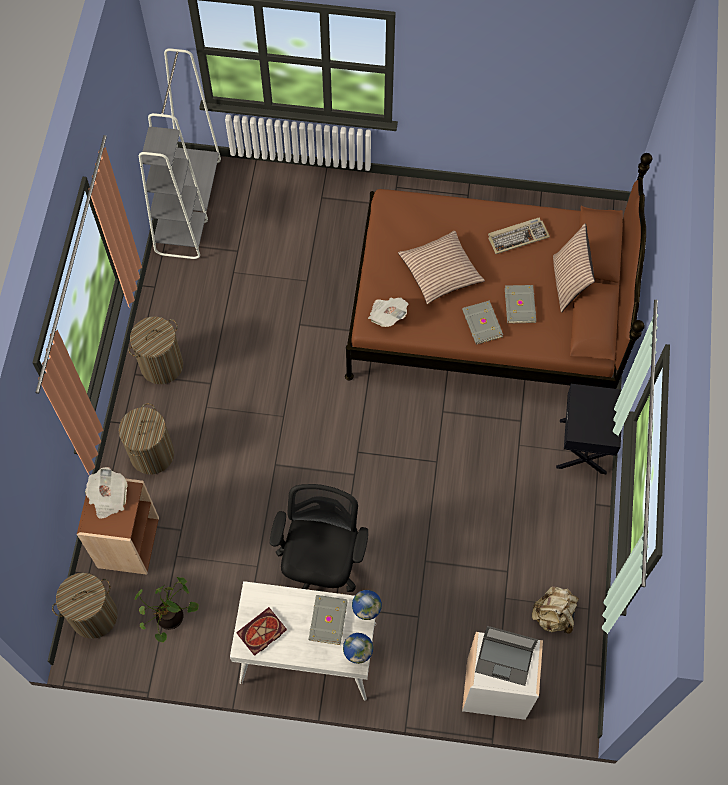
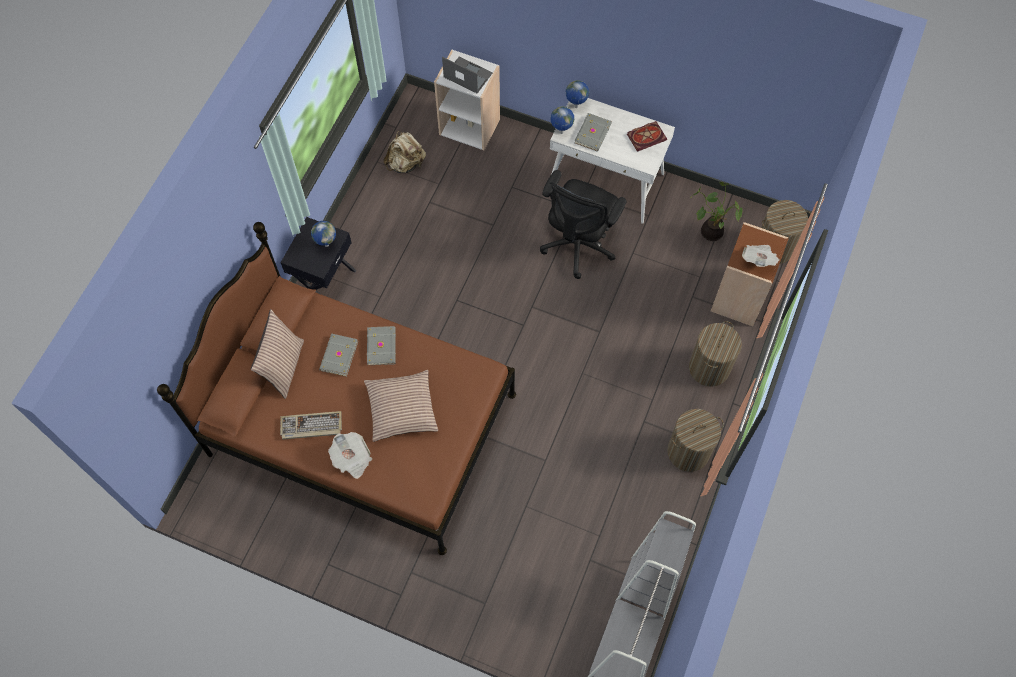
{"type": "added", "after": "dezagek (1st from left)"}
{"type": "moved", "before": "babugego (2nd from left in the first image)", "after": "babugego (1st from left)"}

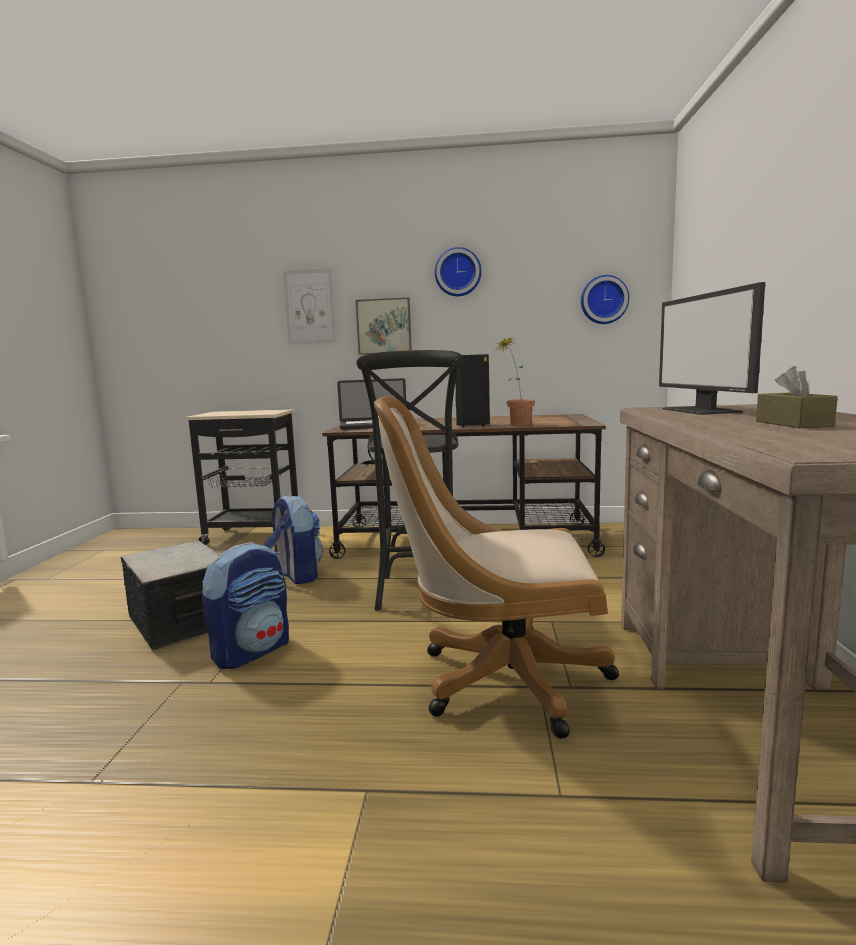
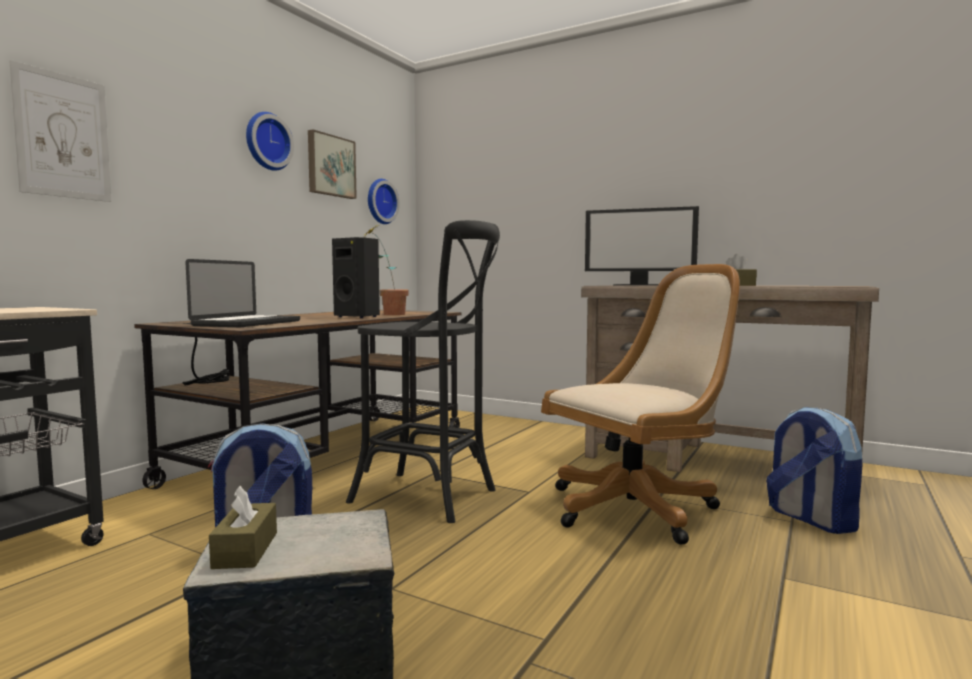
{"type": "added", "after": "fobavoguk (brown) (1st from left)"}
{"type": "moved", "before": "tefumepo (1st from left in the first image)", "after": "tefumepo (2nd from left)"}
{"type": "moved", "before": "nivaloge (2nd from left)"}
{"type": "turned", "before": "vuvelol", "turn": -150}

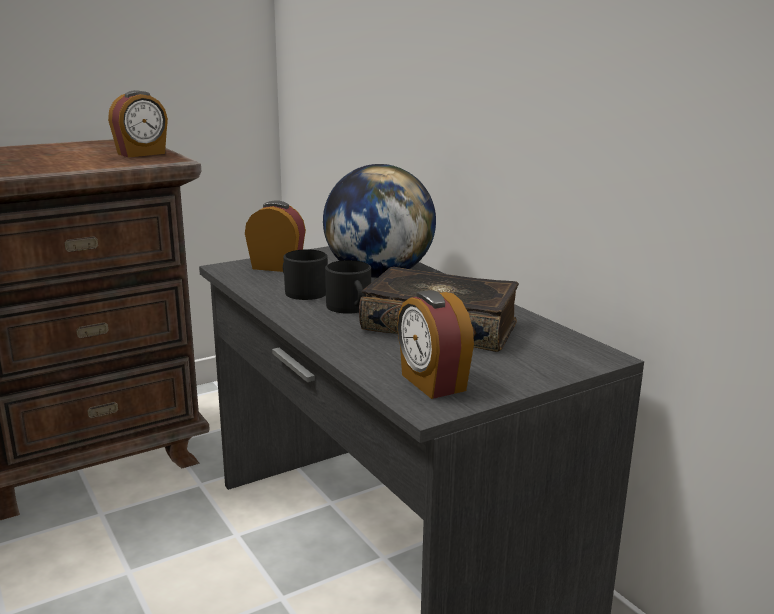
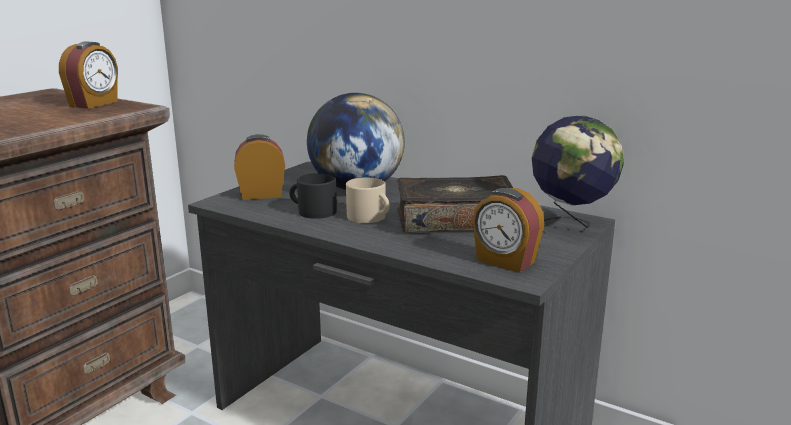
{"type": "added", "after": "dezagek (2nd from left)"}
{"type": "recoloured", "before": "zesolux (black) (2nd from left)", "after": "zesolux (beige)"}

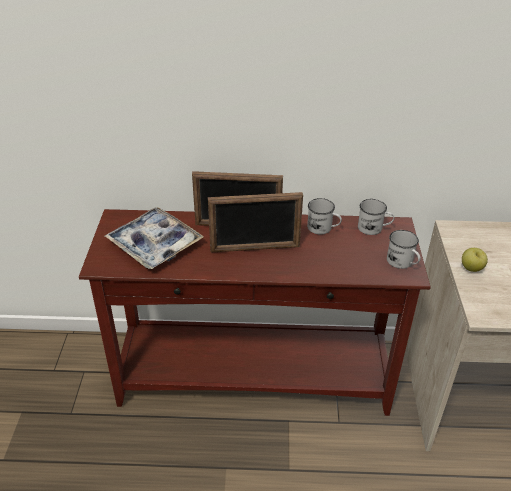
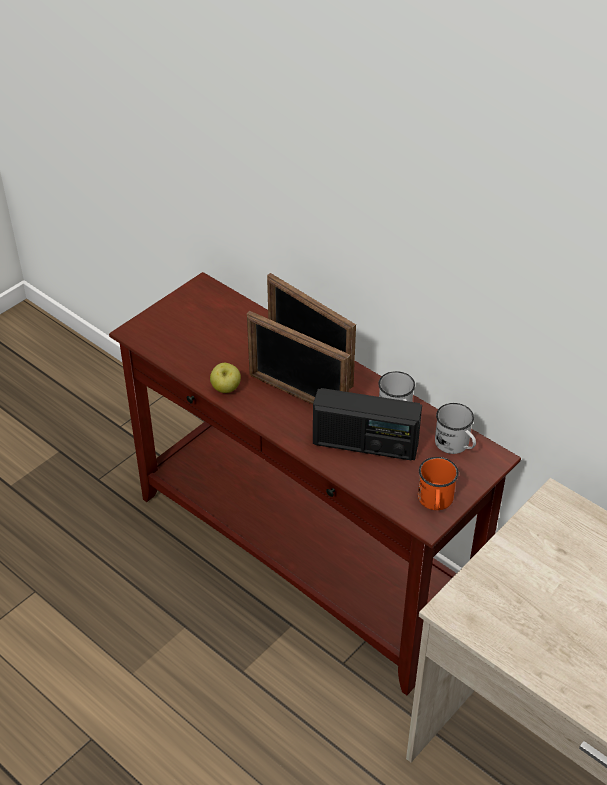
{"type": "removed", "before": "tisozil"}
{"type": "added", "after": "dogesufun"}
{"type": "moved", "before": "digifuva"}
{"type": "recoloured", "before": "zesolux (white) (3rd from left)", "after": "zesolux (orange)"}

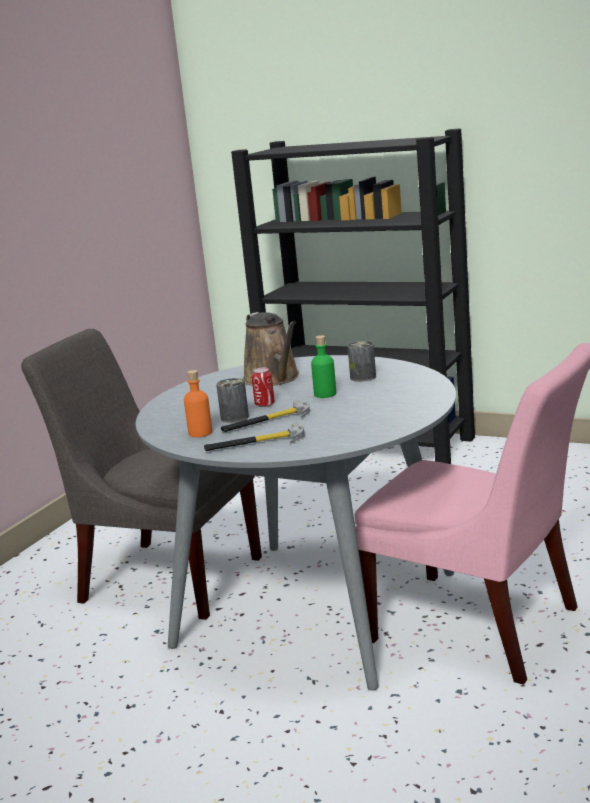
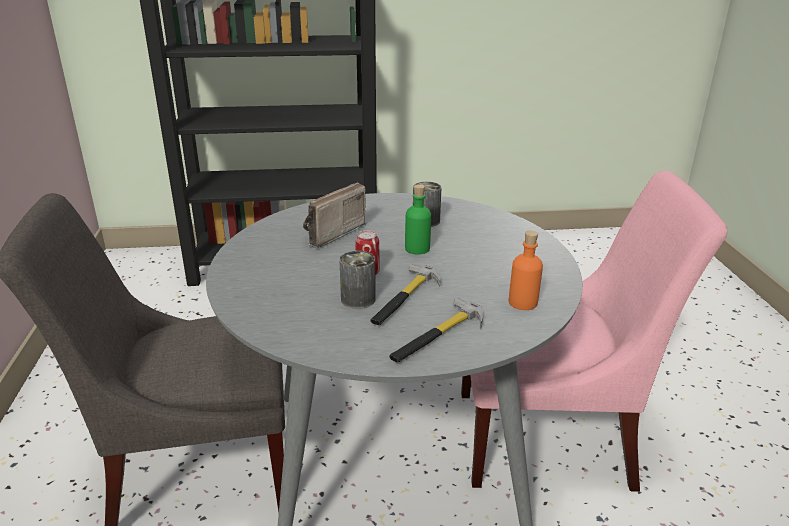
{"type": "moved", "before": "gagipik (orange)"}
{"type": "replaced", "before": "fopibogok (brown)", "after": "dogesufun"}

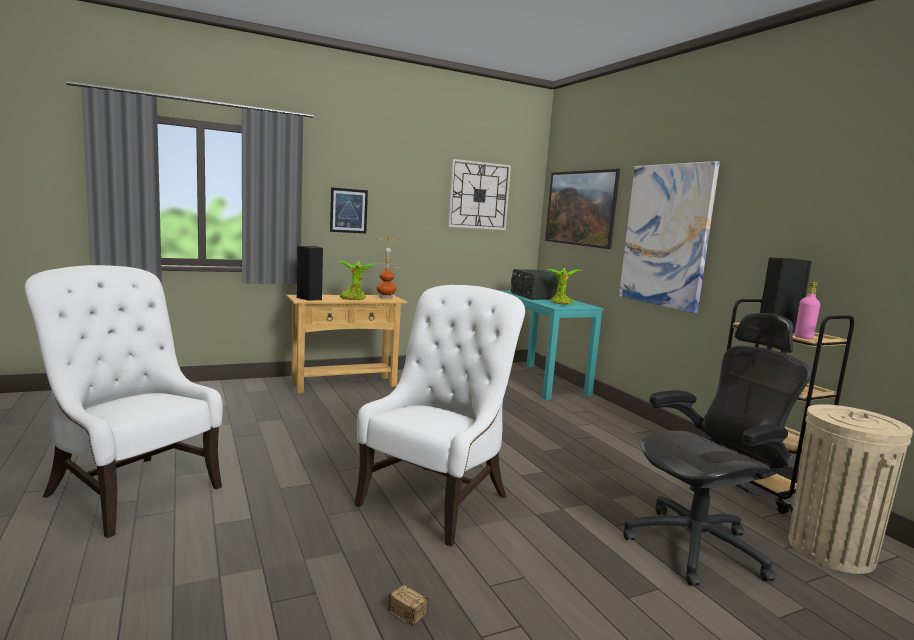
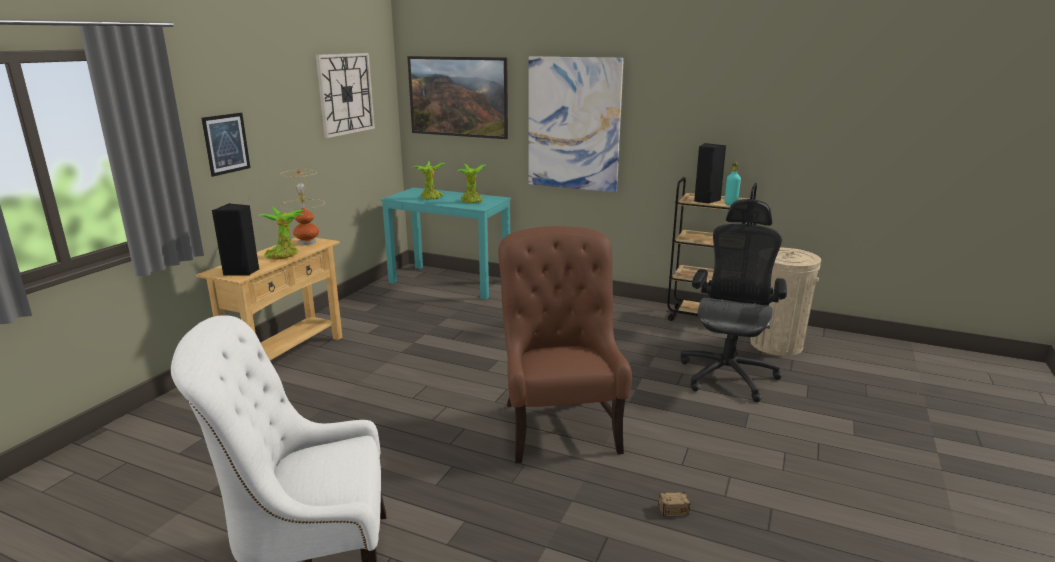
{"type": "replaced", "before": "dogesufun", "after": "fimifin (2nd from left)"}
{"type": "recoloured", "before": "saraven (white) (2nd from left)", "after": "saraven (brown)"}
{"type": "recoloured", "before": "gagipik (pink)", "after": "gagipik (turquoise)"}

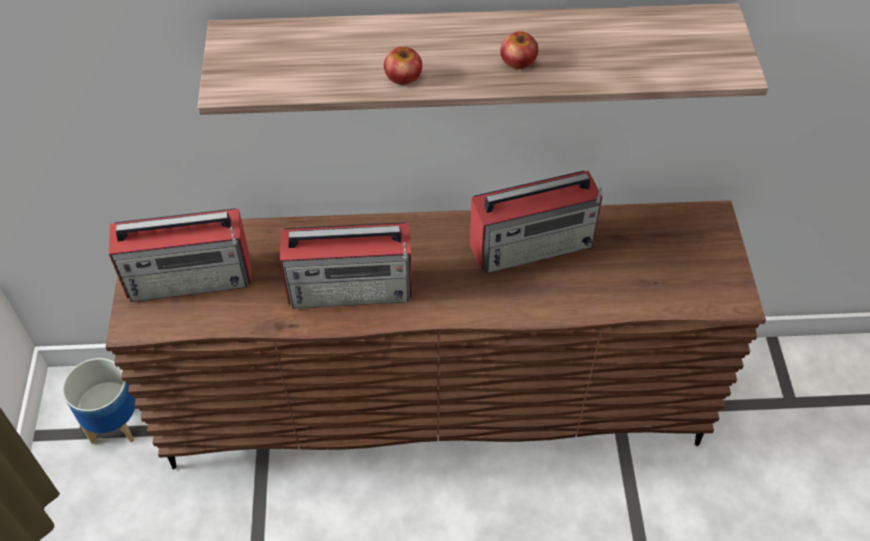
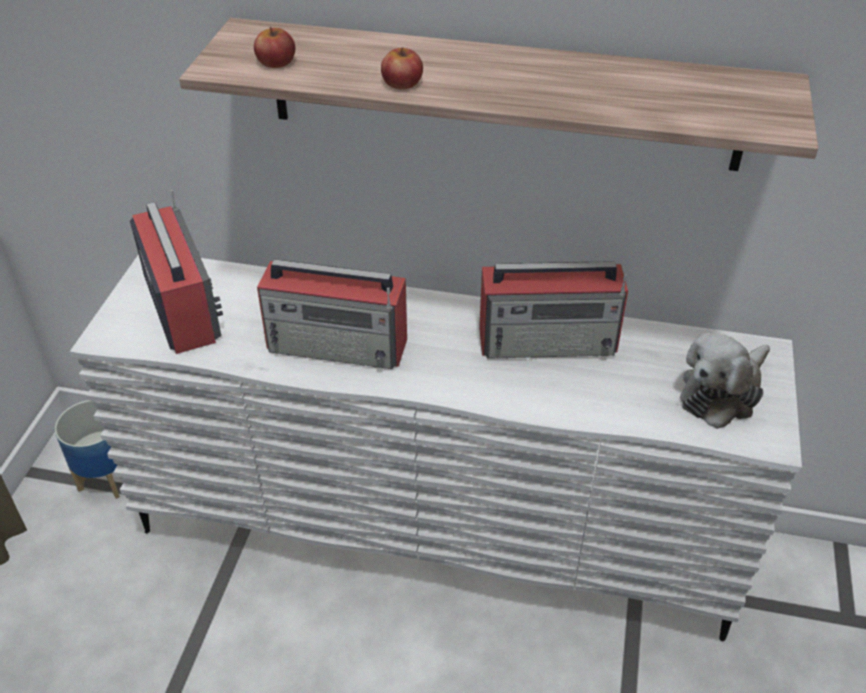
{"type": "added", "after": "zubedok"}
{"type": "moved", "before": "digifuva (2nd from left in the first image)", "after": "digifuva (1st from left)"}
{"type": "recoloured", "before": "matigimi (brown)", "after": "matigimi (white)"}
{"type": "turned", "before": "dogesufun (1st from left)", "turn": -120}

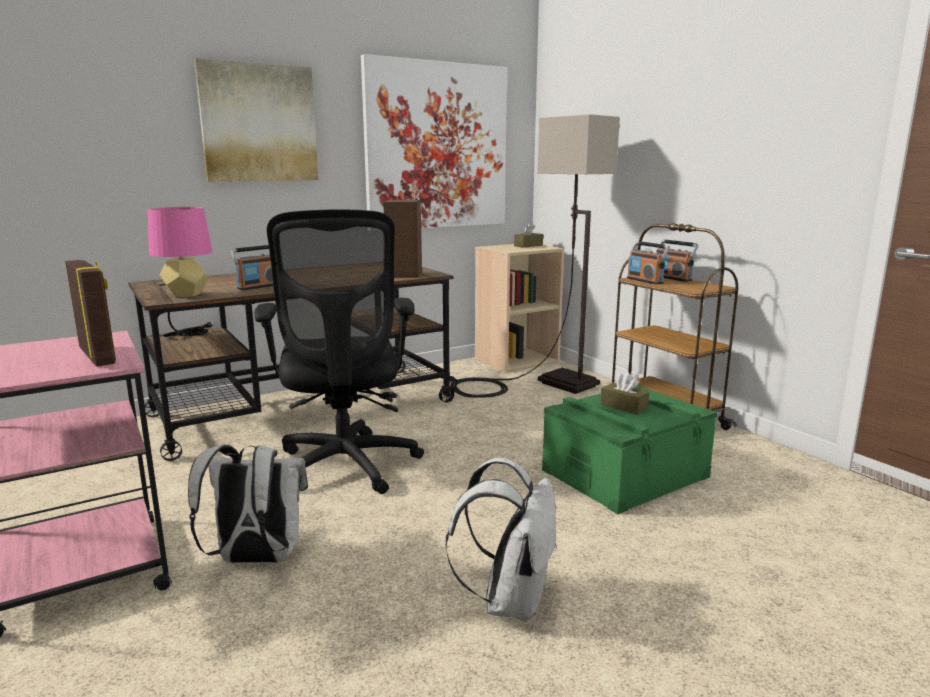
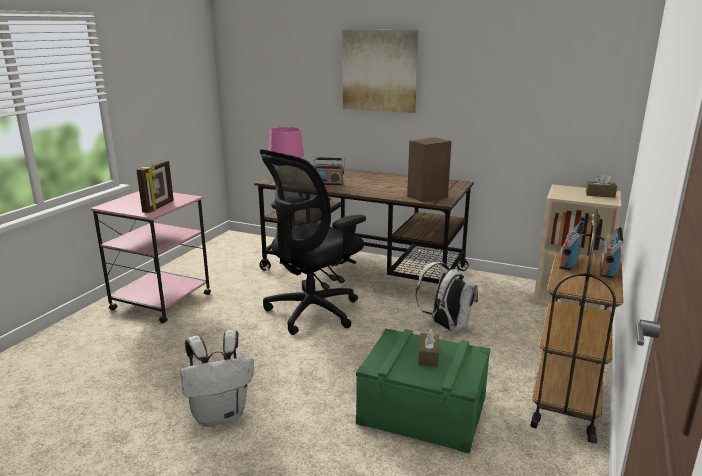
{"type": "removed", "before": "nivaloge (2nd from left)"}
{"type": "removed", "before": "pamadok"}
{"type": "moved", "before": "tefumepo (white) (1st from left in the first image)", "after": "tefumepo (white) (2nd from left)"}

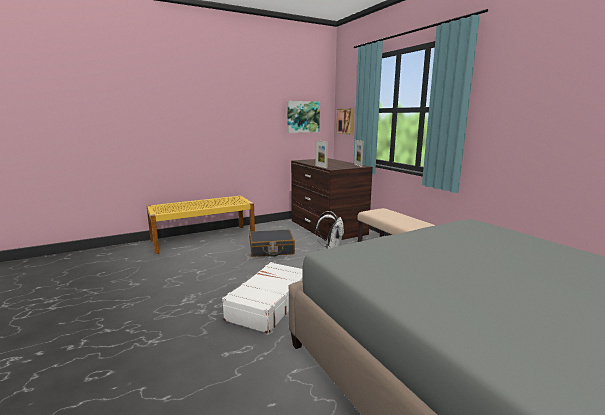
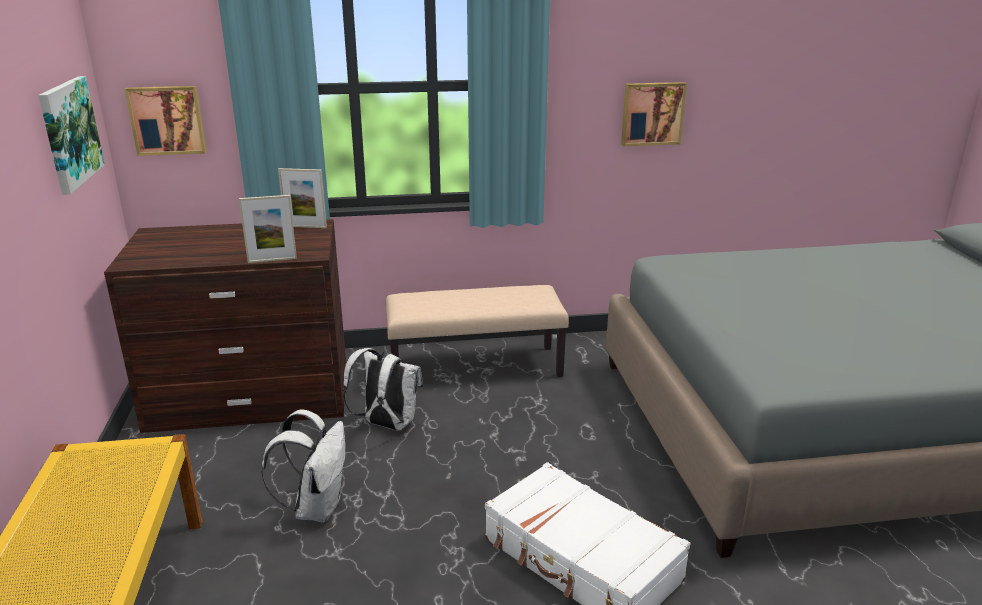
{"type": "added", "after": "nivaloge (3rd from left)"}
{"type": "replaced", "before": "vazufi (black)", "after": "tefumepo (white) (1st from left)"}

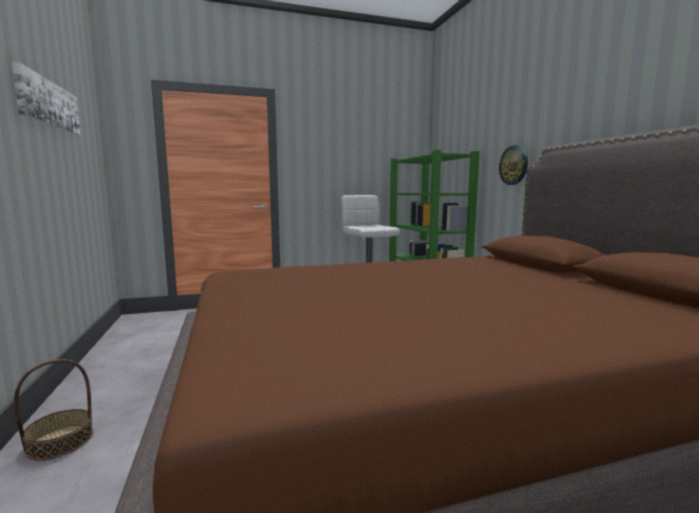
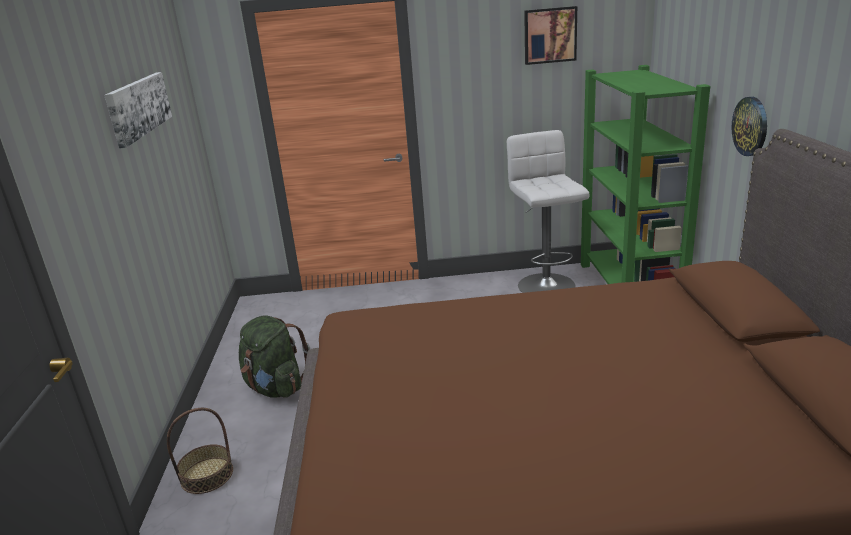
{"type": "added", "after": "tefumepo (green)"}
{"type": "added", "after": "nivaloge (2nd from left)"}

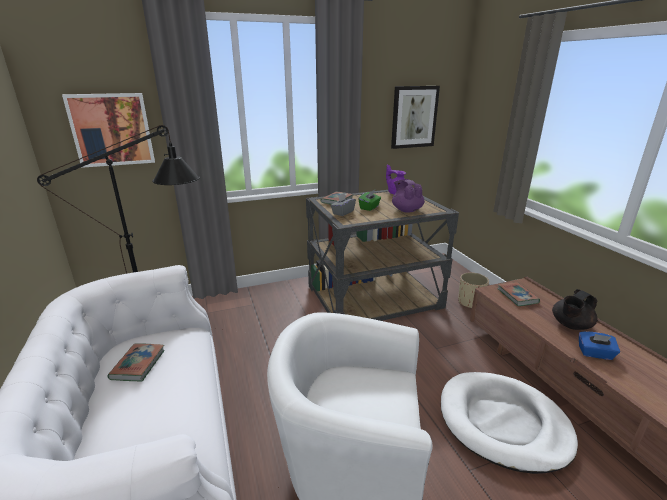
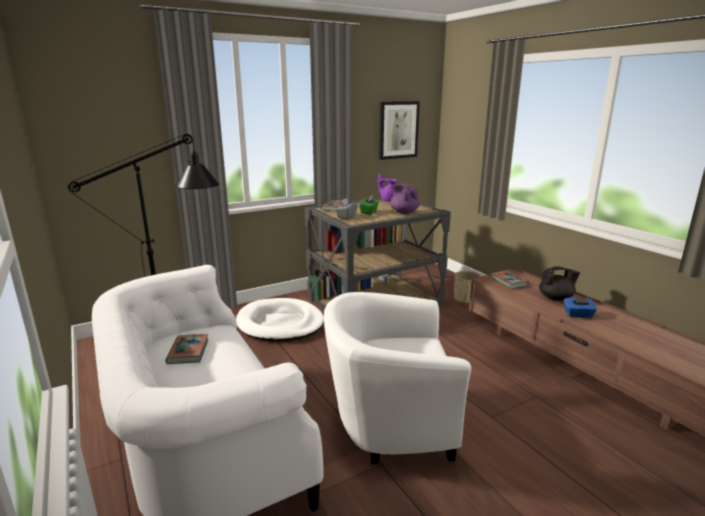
{"type": "removed", "before": "nivaloge (1st from left)"}
{"type": "moved", "before": "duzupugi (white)"}
{"type": "turned", "before": "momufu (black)", "turn": -135}

